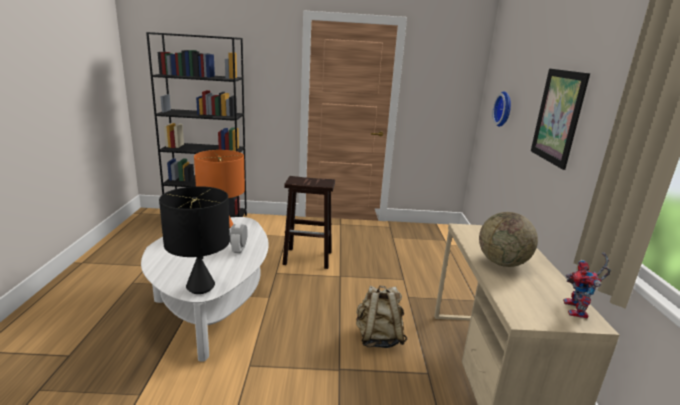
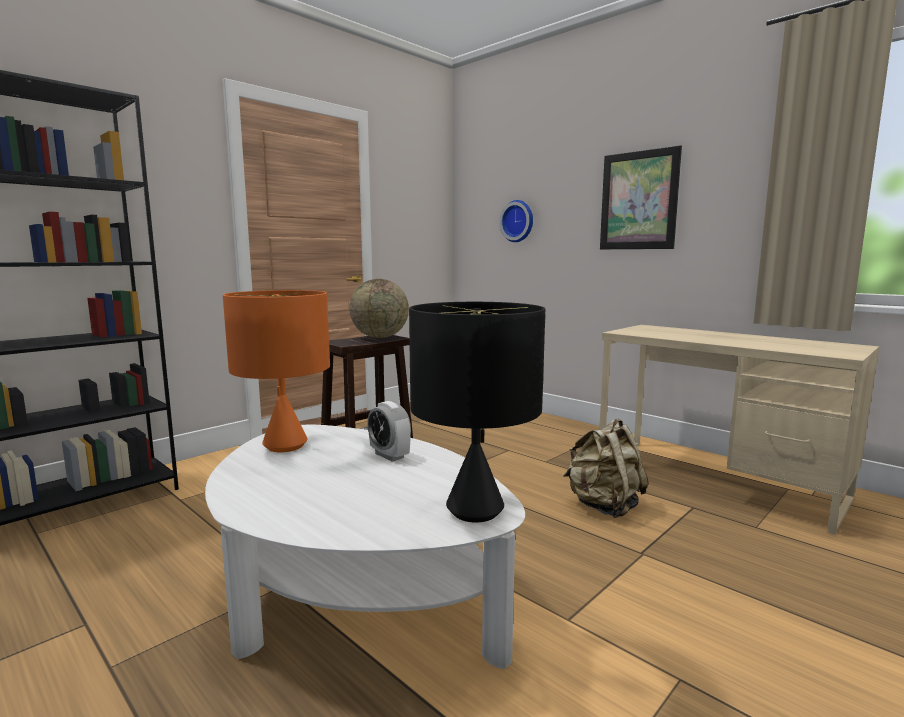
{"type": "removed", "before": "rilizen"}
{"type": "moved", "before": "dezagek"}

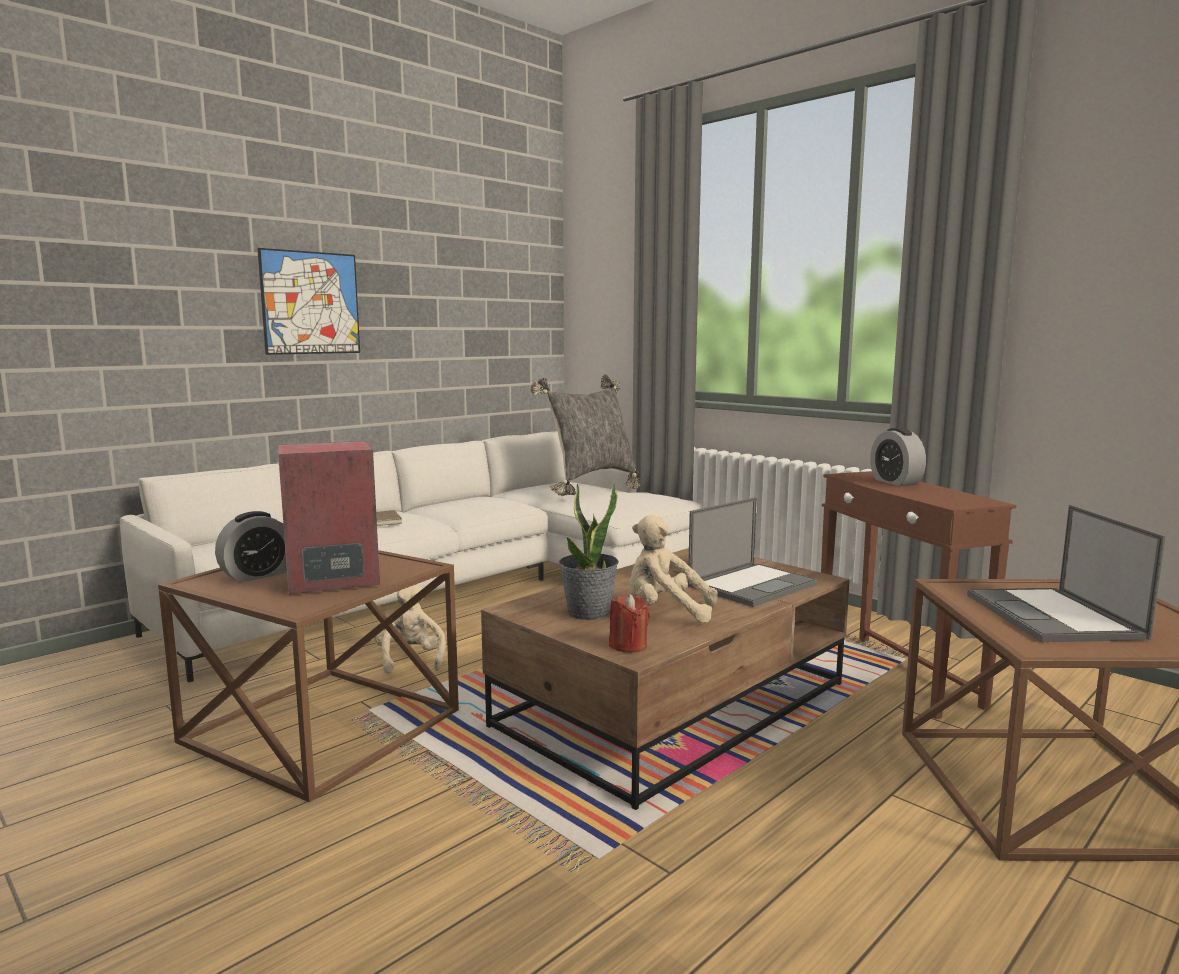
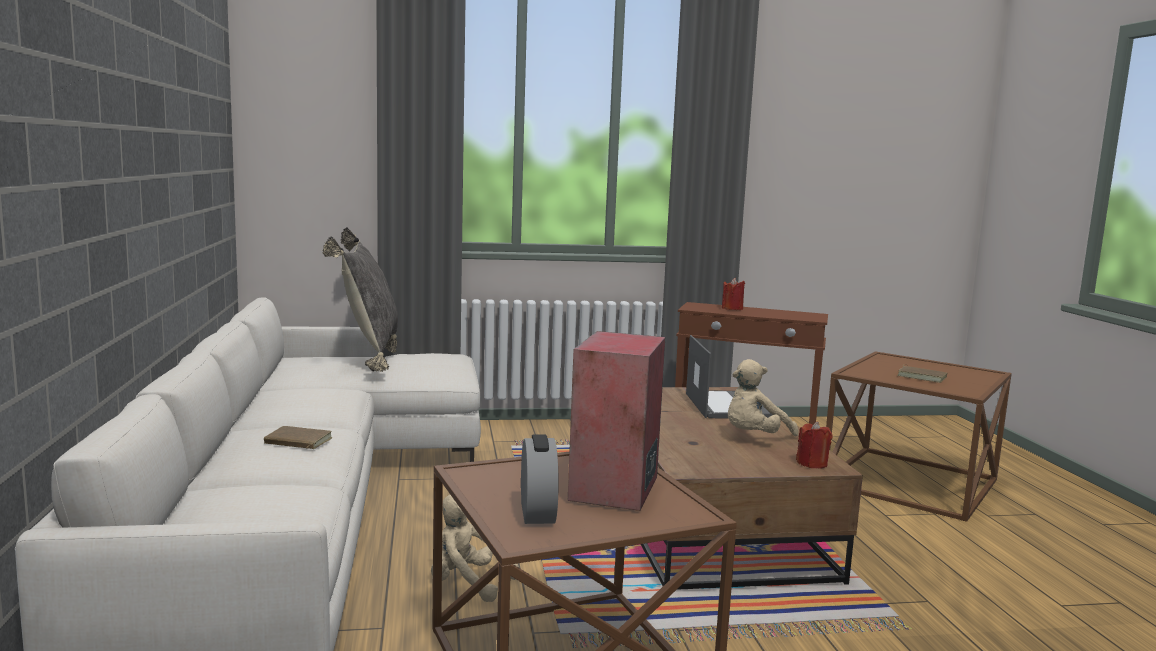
{"type": "removed", "before": "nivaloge"}
{"type": "removed", "before": "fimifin"}
{"type": "replaced", "before": "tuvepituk (2nd from left)", "after": "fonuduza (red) (1st from left)"}
{"type": "replaced", "before": "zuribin (2nd from left)", "after": "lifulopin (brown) (2nd from left)"}

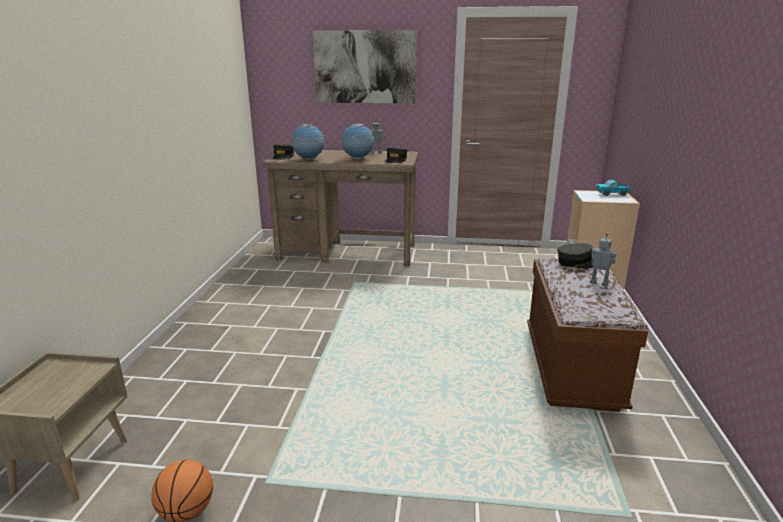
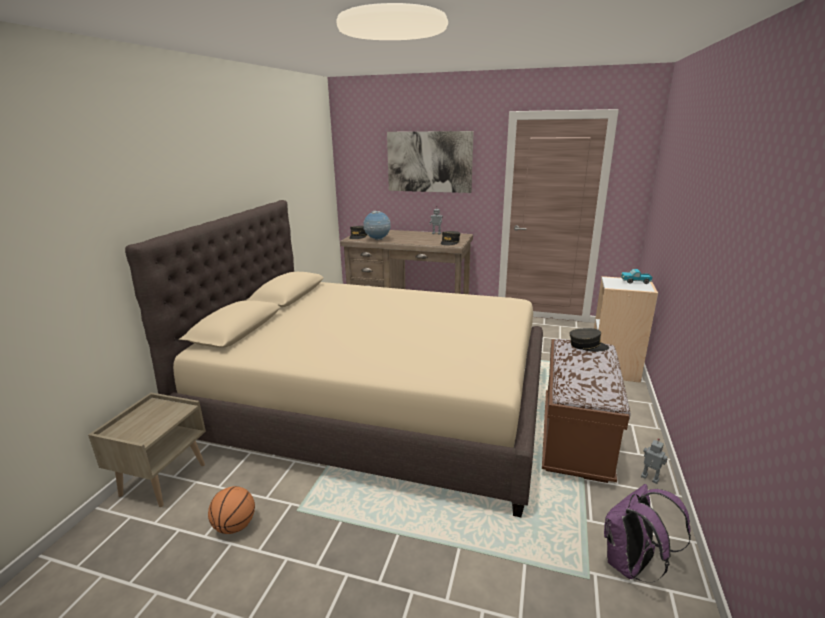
{"type": "removed", "before": "dezagek (2nd from left)"}
{"type": "added", "after": "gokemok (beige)"}
{"type": "added", "after": "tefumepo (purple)"}
{"type": "moved", "before": "rilizen (2nd from left)"}

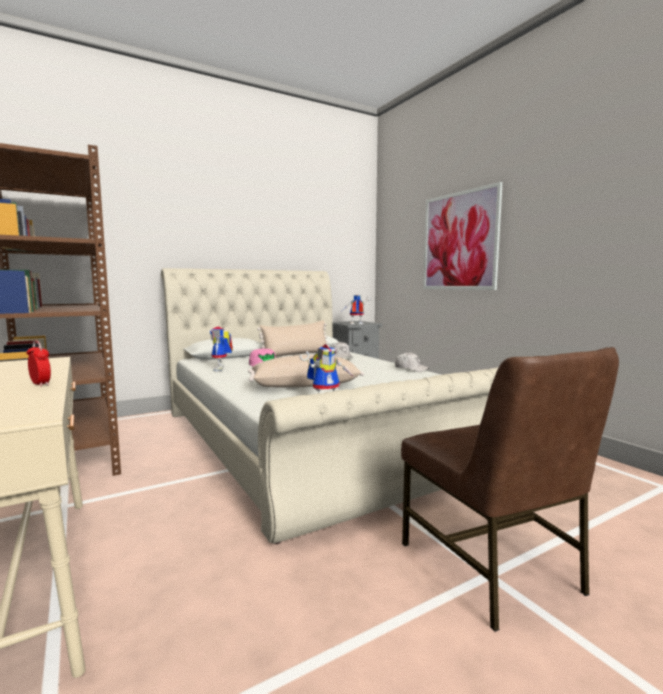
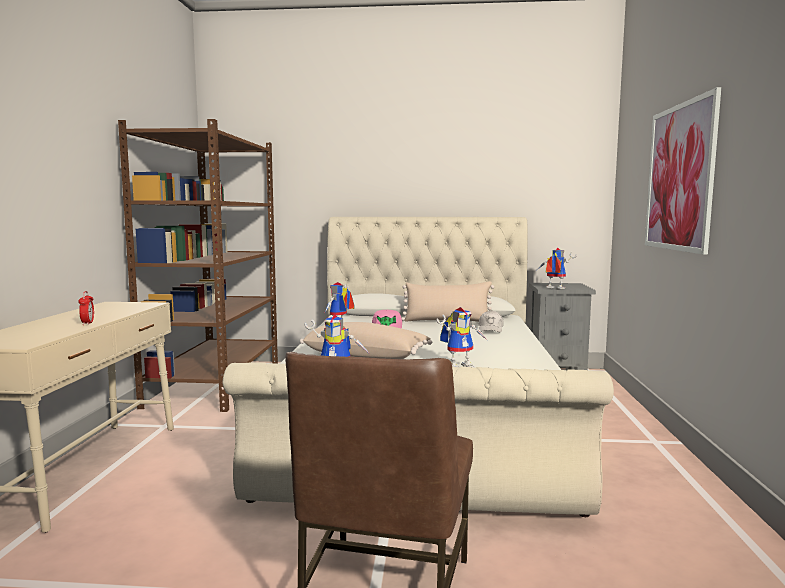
{"type": "removed", "before": "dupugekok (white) (2nd from left)"}
{"type": "added", "after": "rilizen (3rd from left)"}

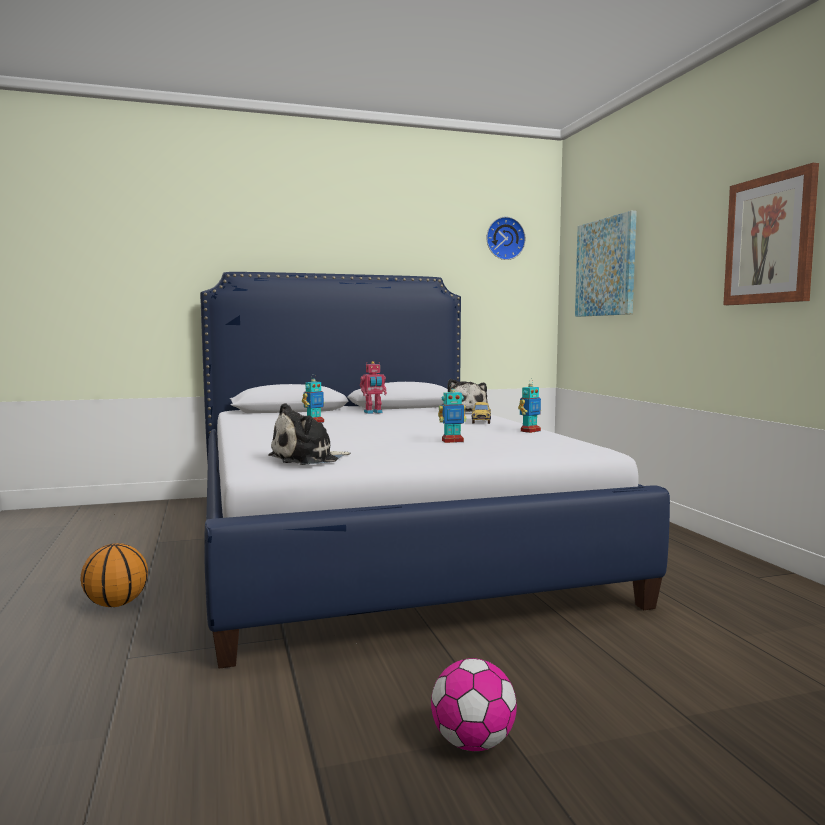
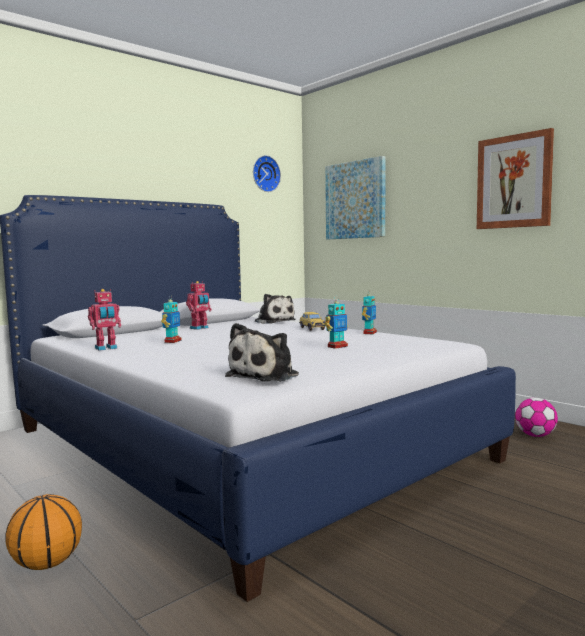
{"type": "added", "after": "rilizen (1st from left)"}
{"type": "moved", "before": "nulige"}

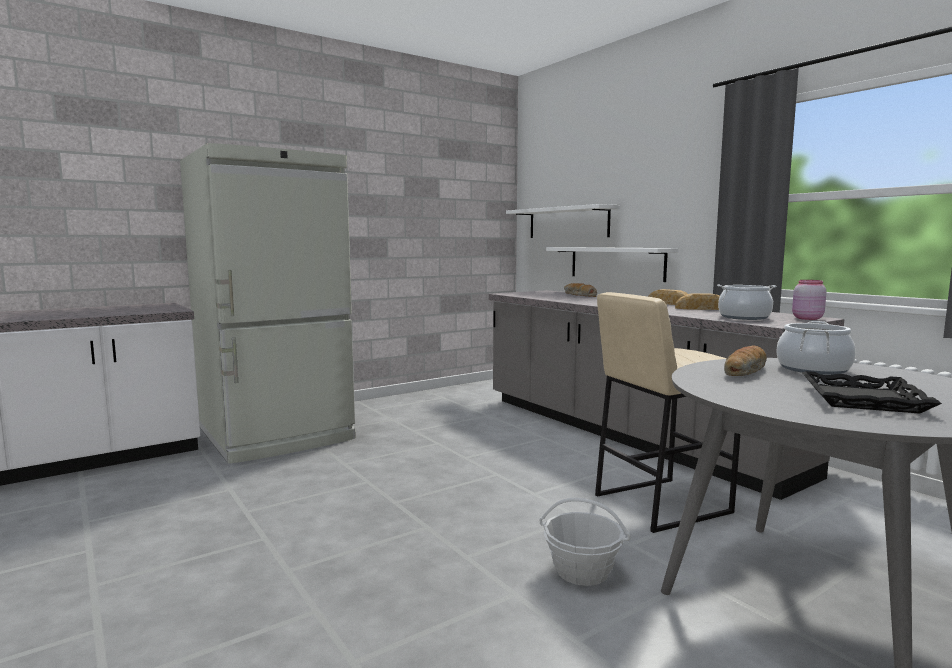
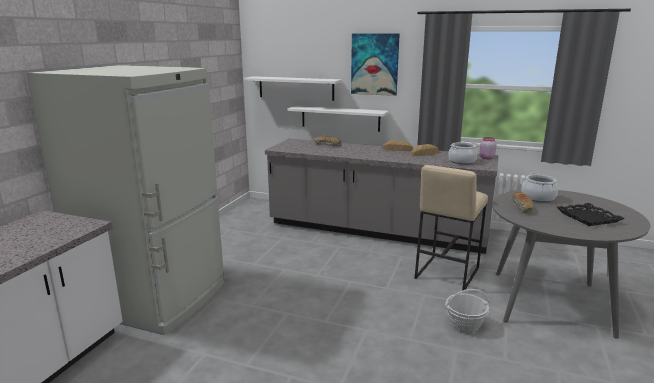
{"type": "added", "after": "nivaloge"}

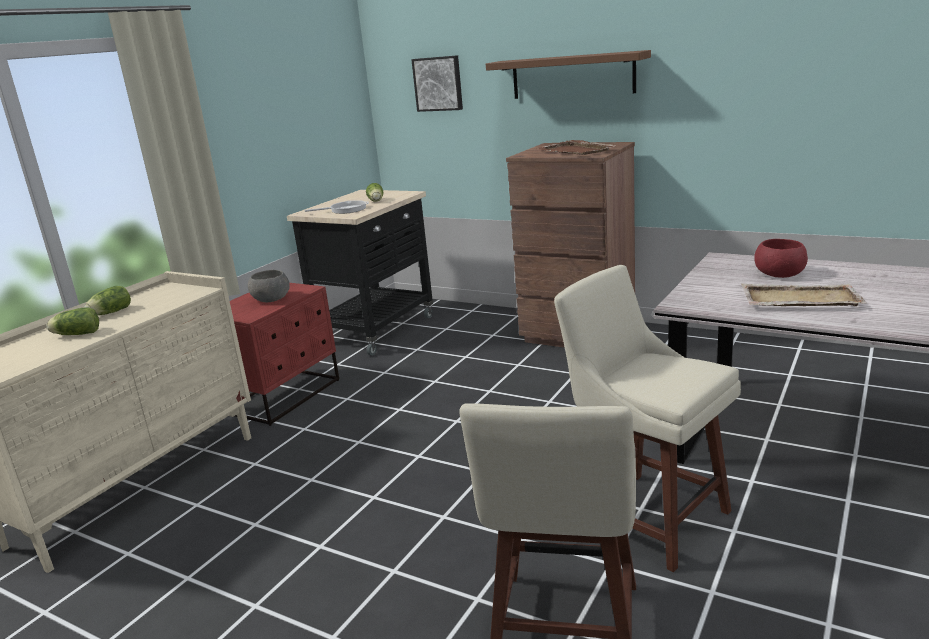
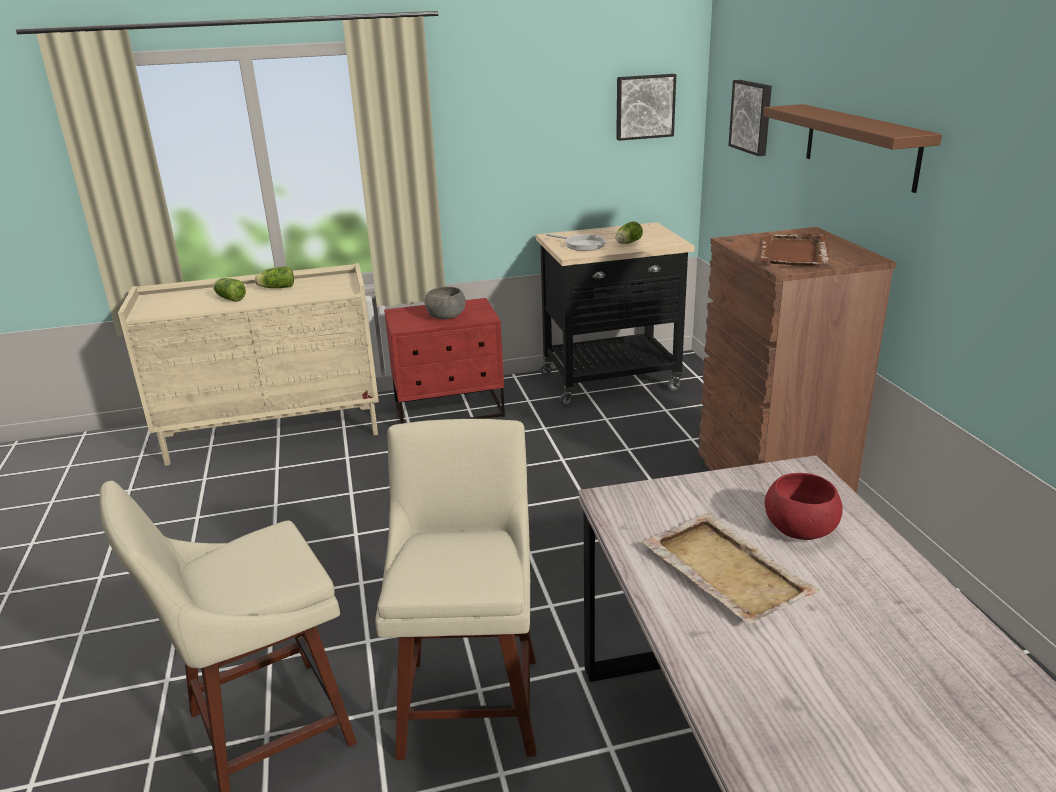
{"type": "added", "after": "nivaloge (1st from left)"}

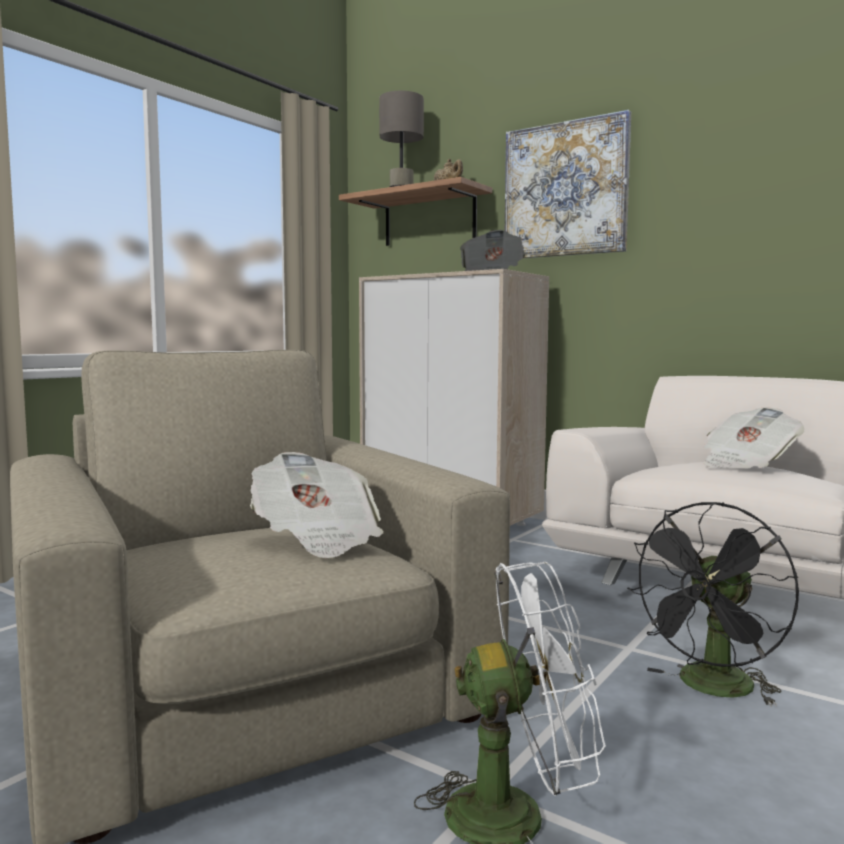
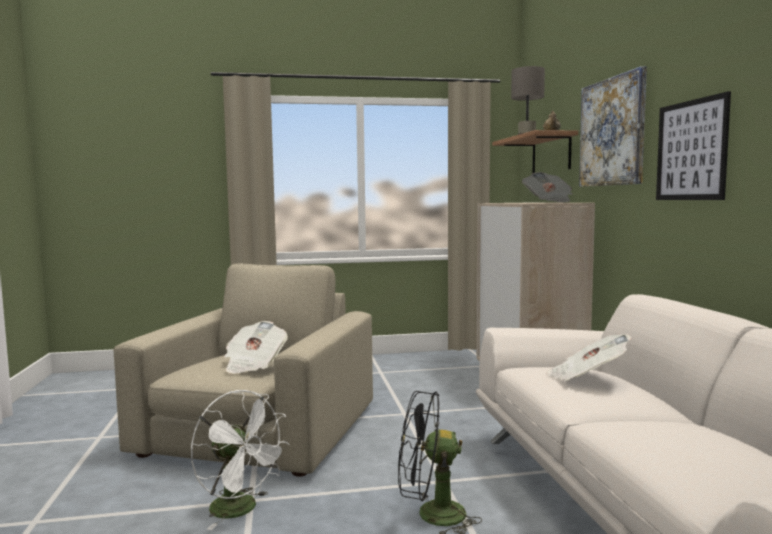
{"type": "added", "after": "nivaloge (2nd from left)"}

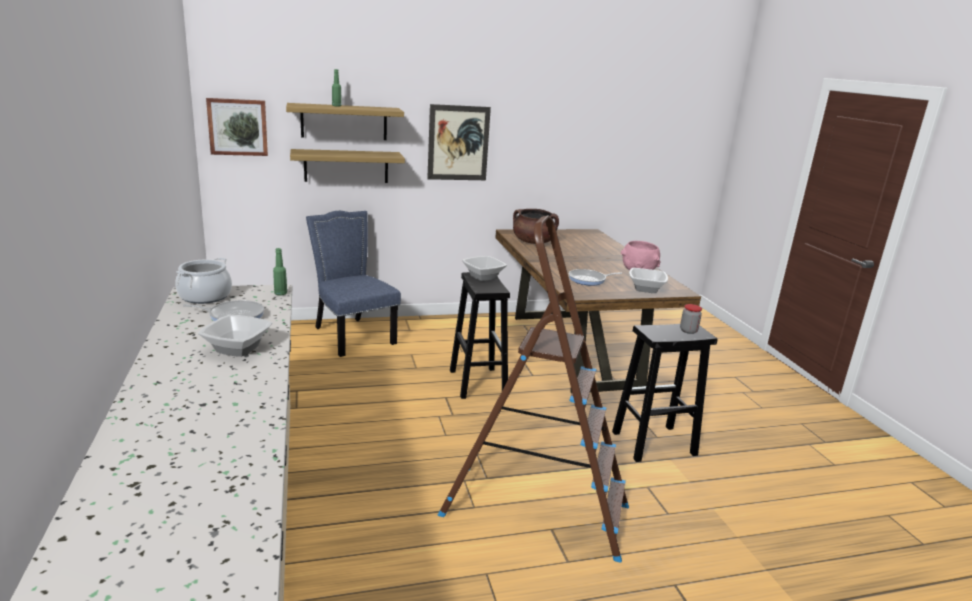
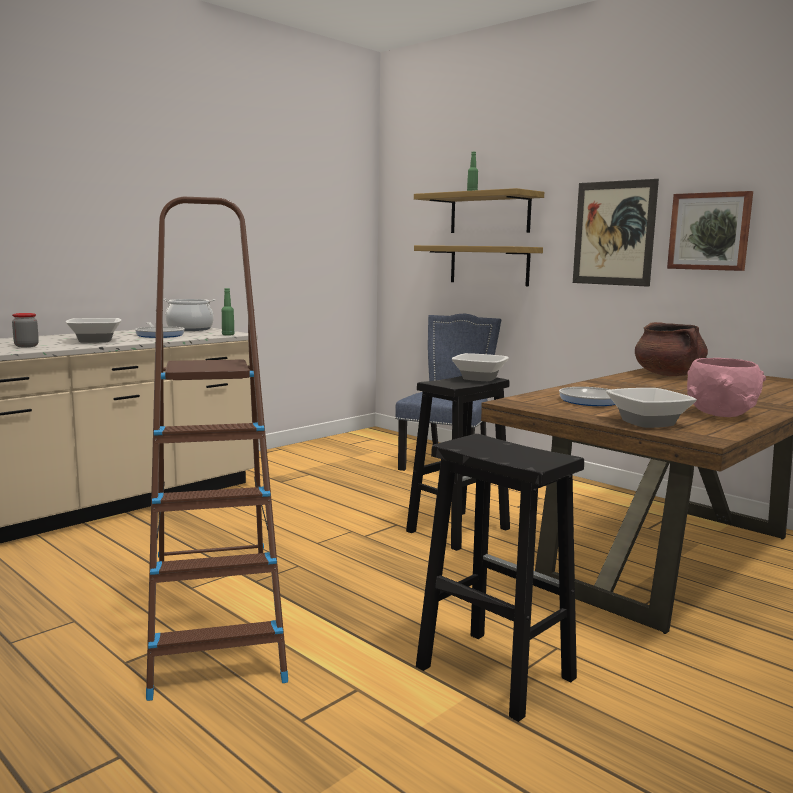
{"type": "moved", "before": "nivaloge (1st from left in the first image)", "after": "nivaloge (2nd from left)"}
{"type": "moved", "before": "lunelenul"}

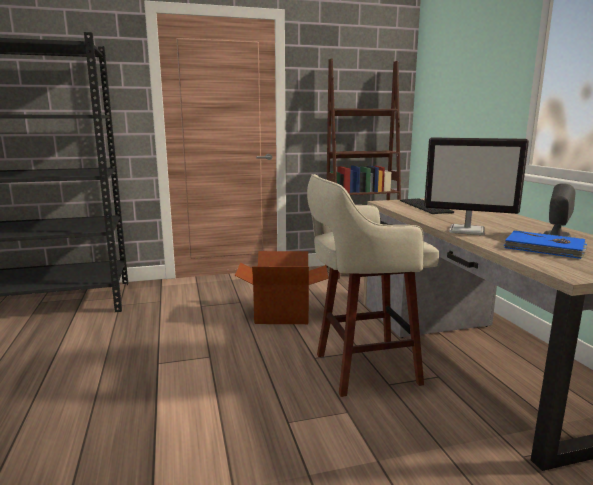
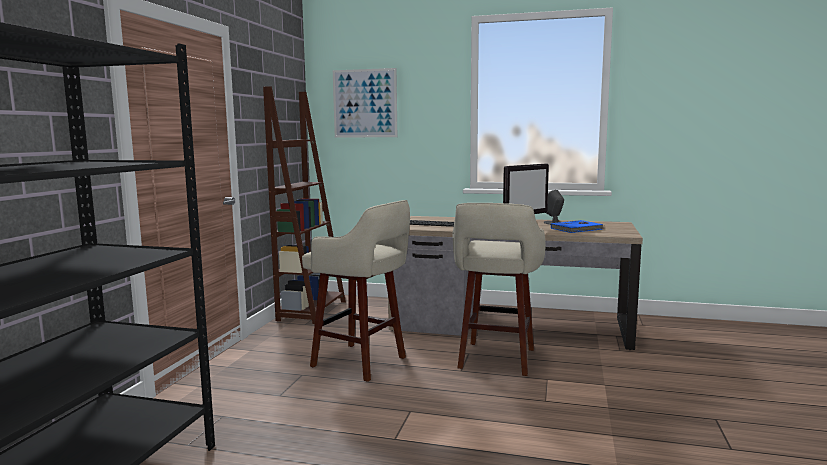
{"type": "added", "after": "nivaloge"}
{"type": "replaced", "before": "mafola", "after": "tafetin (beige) (1st from left)"}

